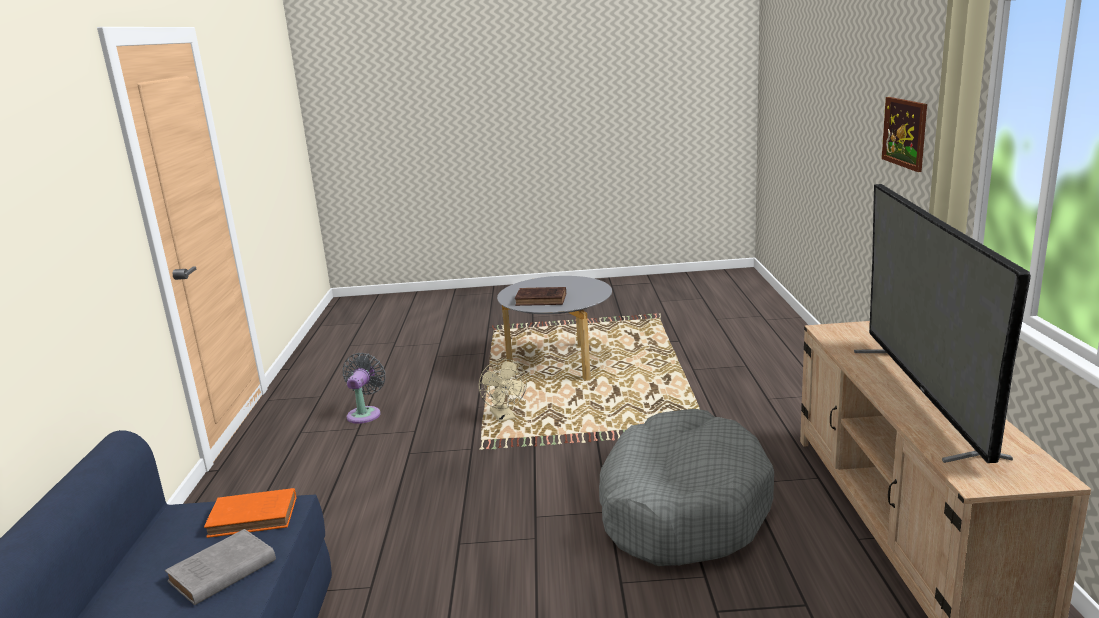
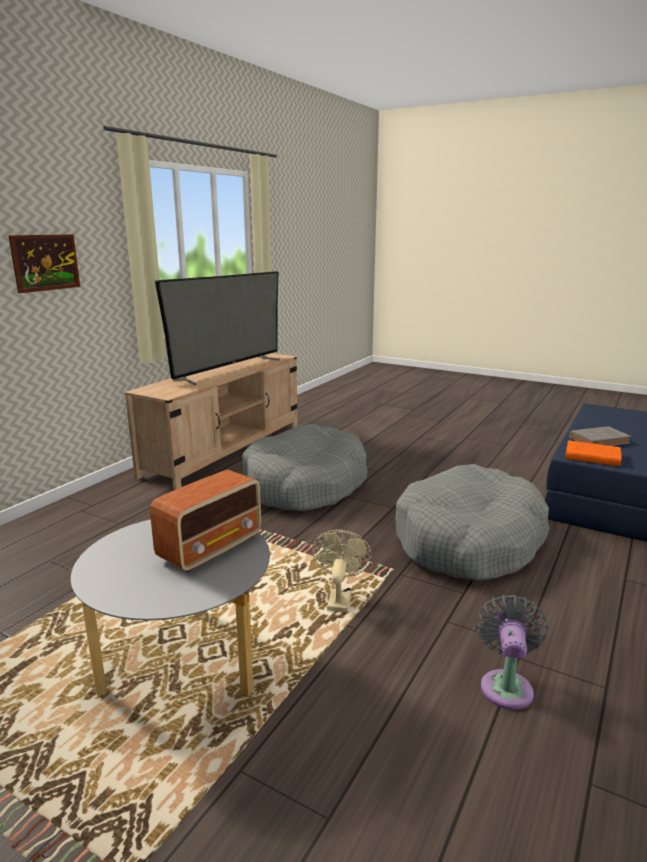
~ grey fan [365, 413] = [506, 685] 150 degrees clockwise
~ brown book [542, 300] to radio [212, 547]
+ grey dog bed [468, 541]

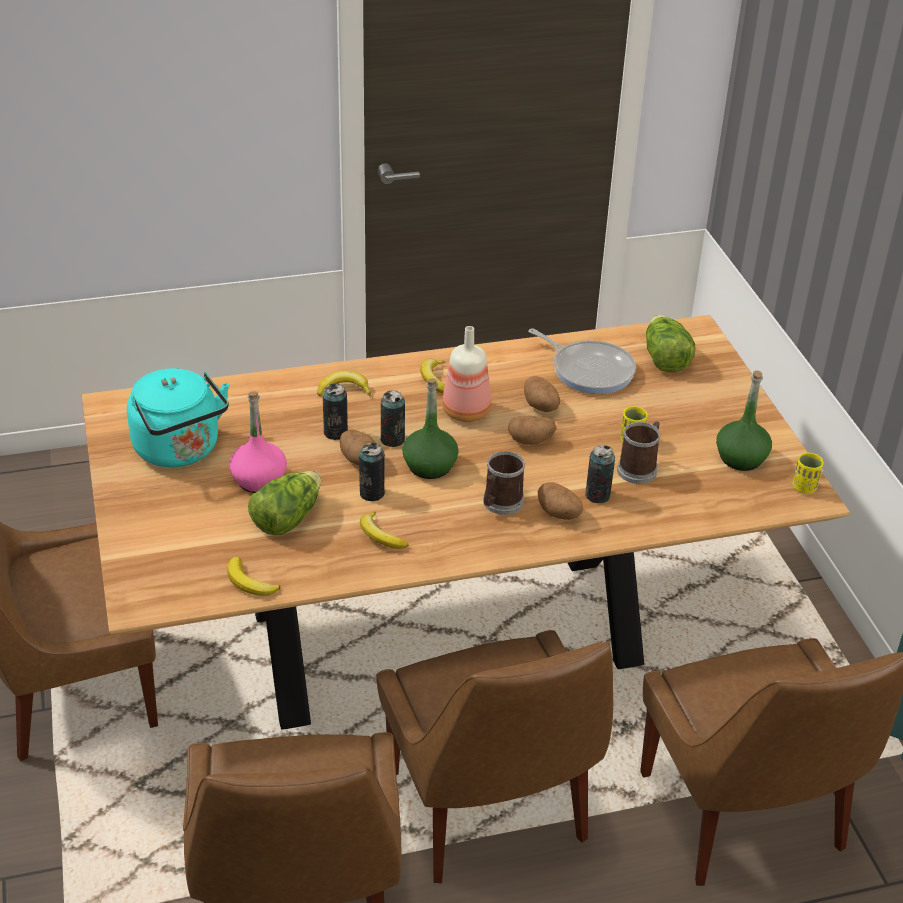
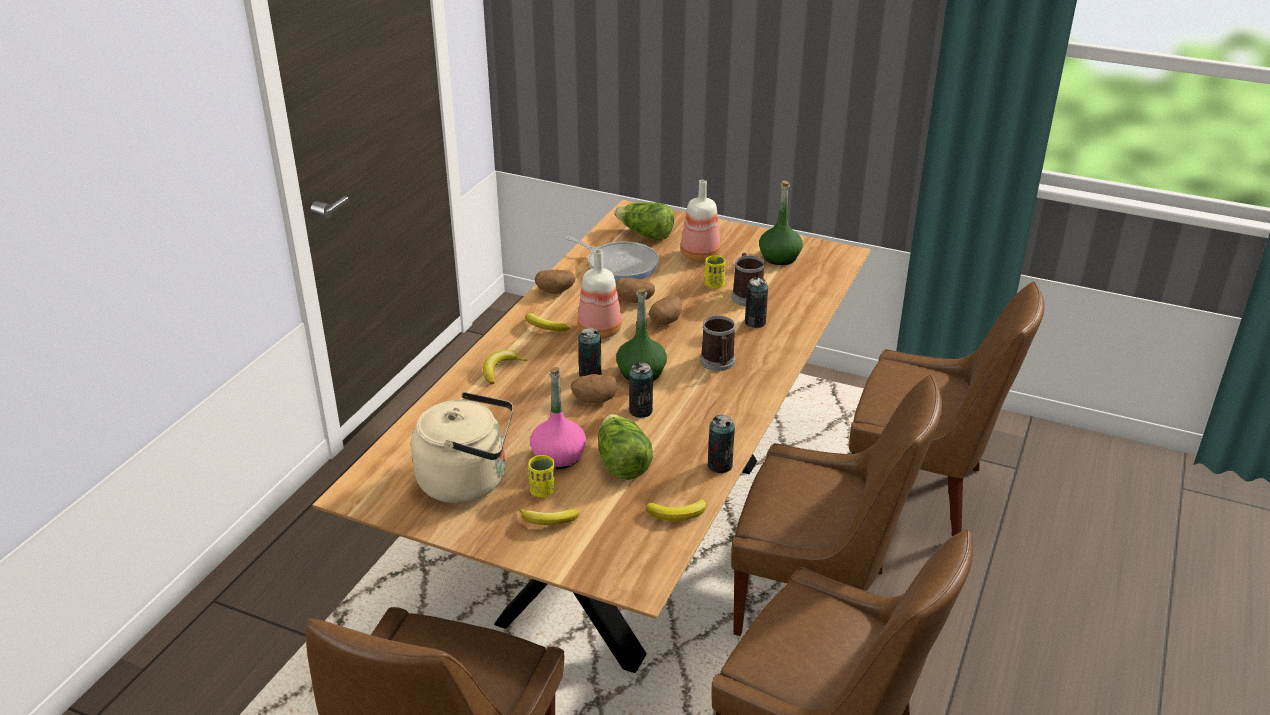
~ turquoise kettle [180, 450] to beige kettle [468, 481]
~ can [335, 432] to [720, 465]
~ banana [380, 536] to [548, 521]
~ frying pan [589, 370] = [619, 265] 45 degrees clockwise
~ potato [559, 514] to [555, 291]
~ yellow cup [804, 487] to [542, 491]
+ bottle [698, 255]

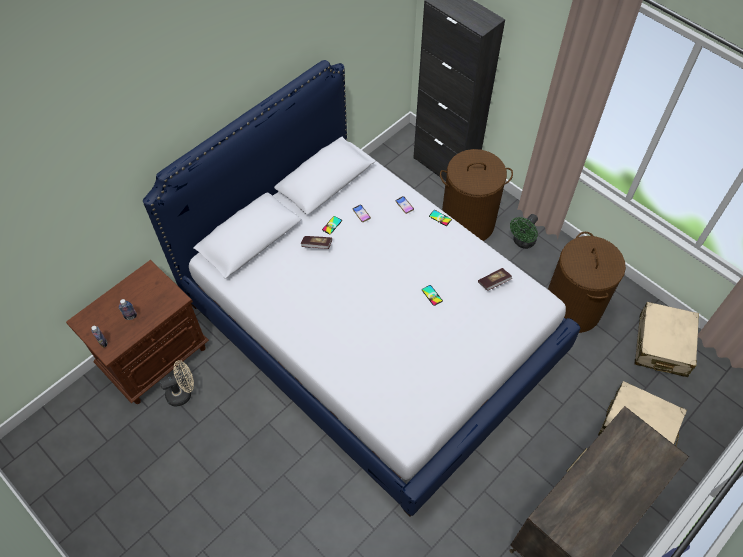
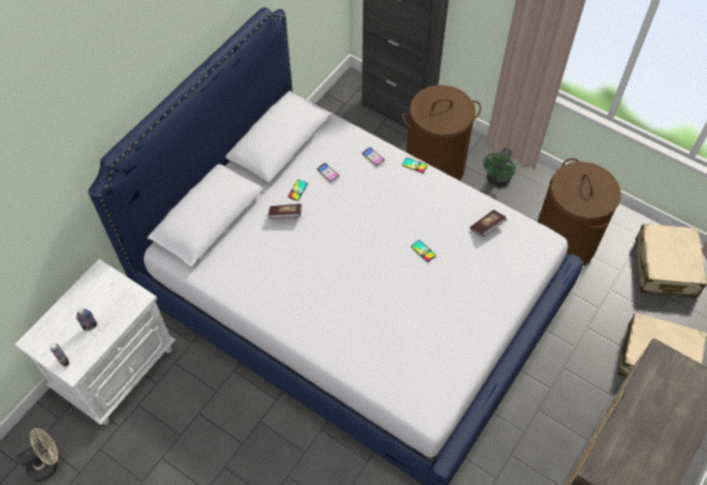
~ brown nightstand [156, 357] to white nightstand [117, 368]
~ beige fan [183, 393] to [47, 463]

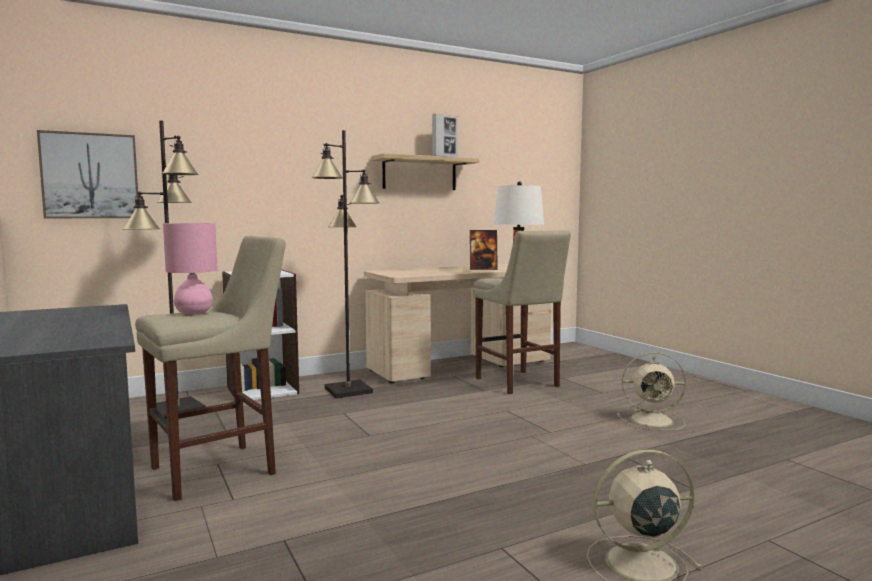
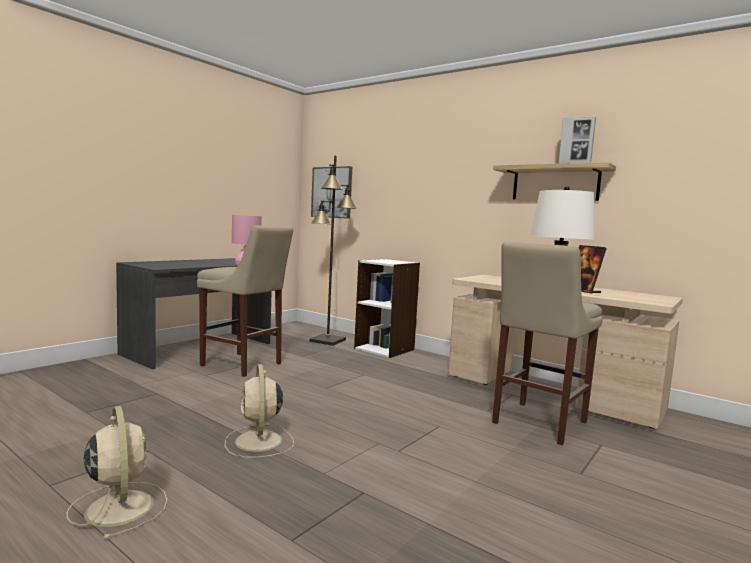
- black floor lamp [347, 390]
~ beige fan [653, 420] to [259, 442]

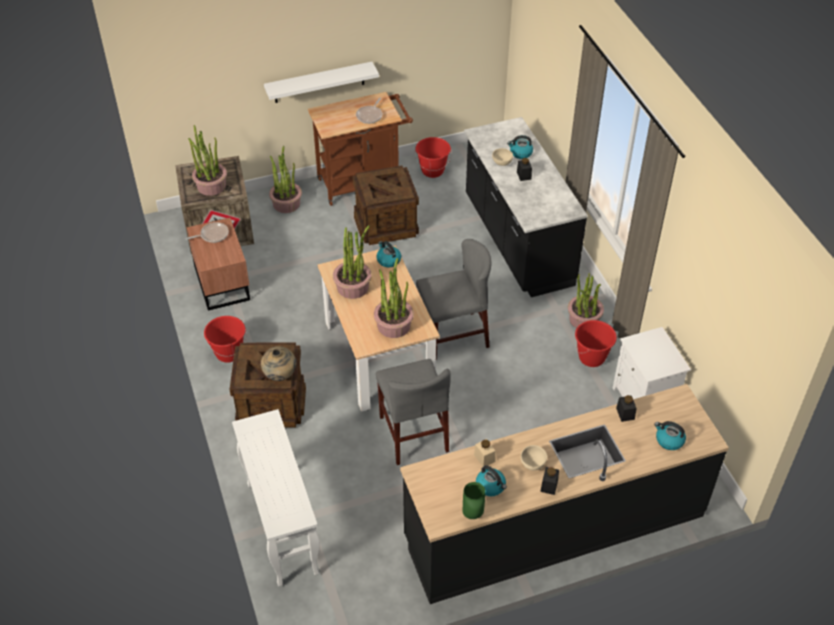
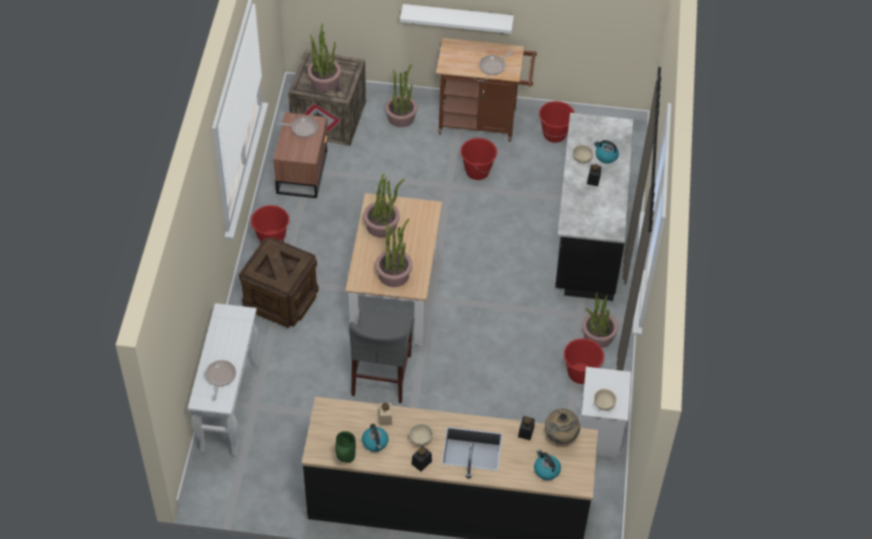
~ beige vase [280, 376] to [560, 437]
~ crate [385, 224] to red bucket [477, 171]
- kettle [388, 260]
- grey chair [453, 336]
+ frying pan [220, 377]
+ beige bowl [603, 405]

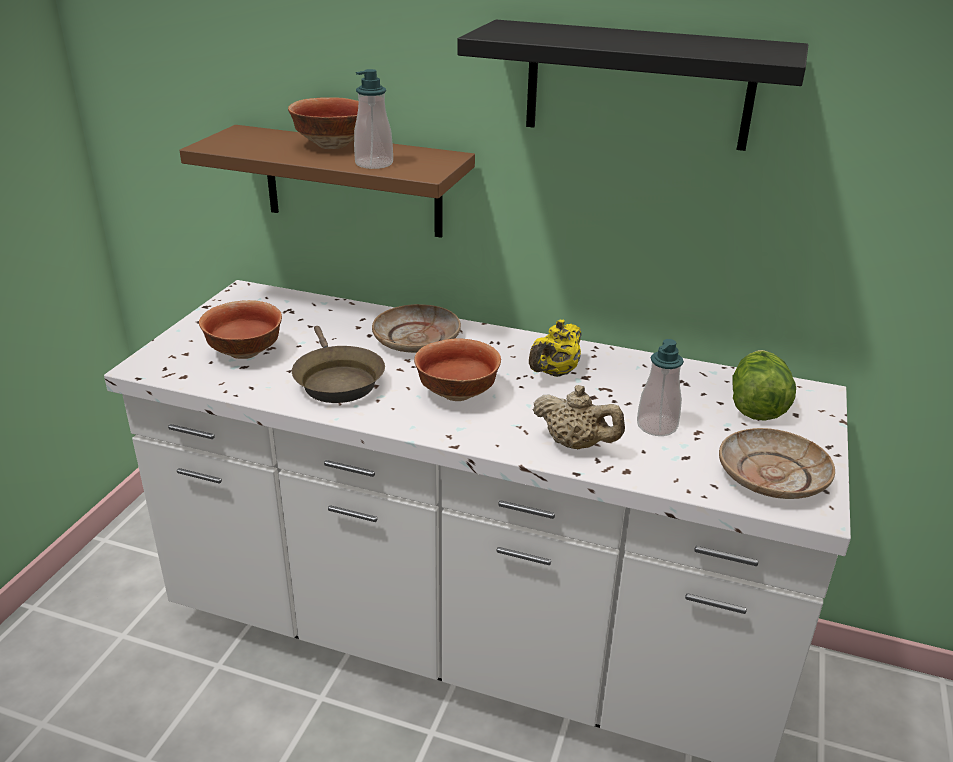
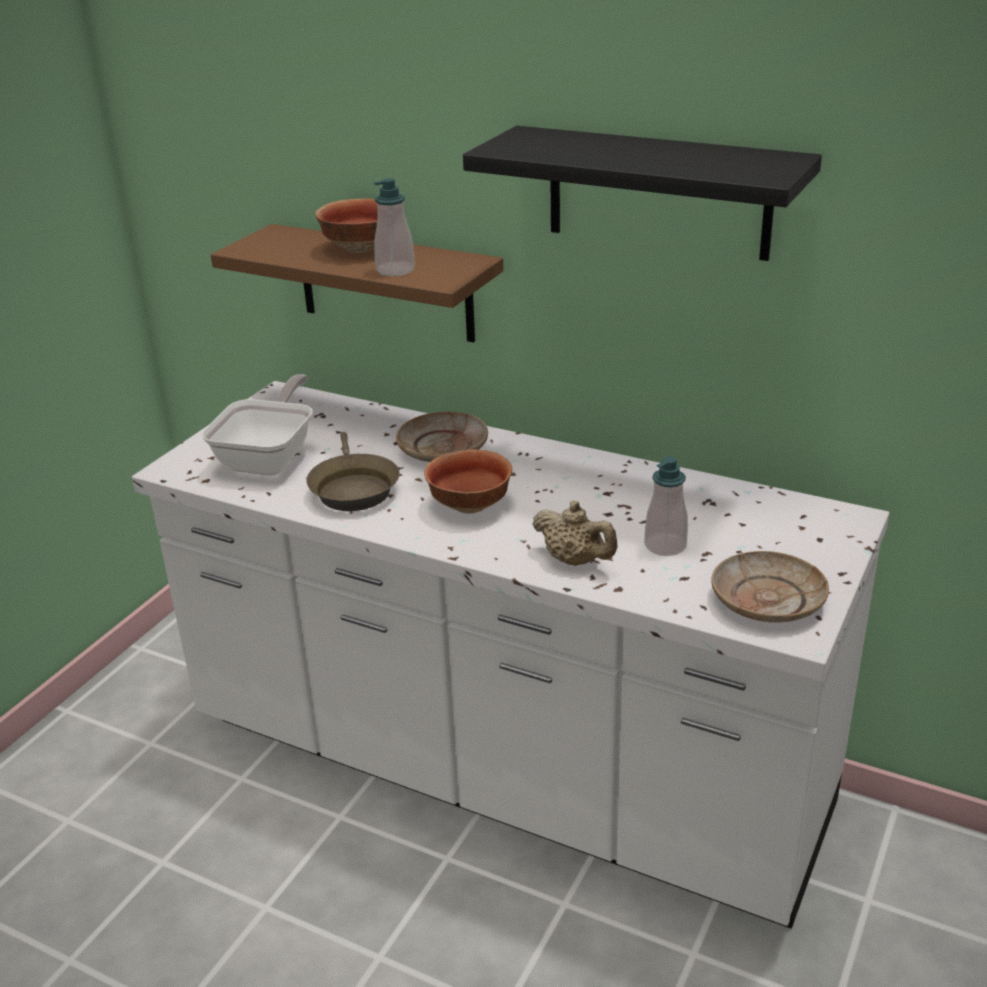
~ bowl [246, 352] to frying pan [270, 457]
- yellow teapot [554, 373]
- lettuce [756, 404]

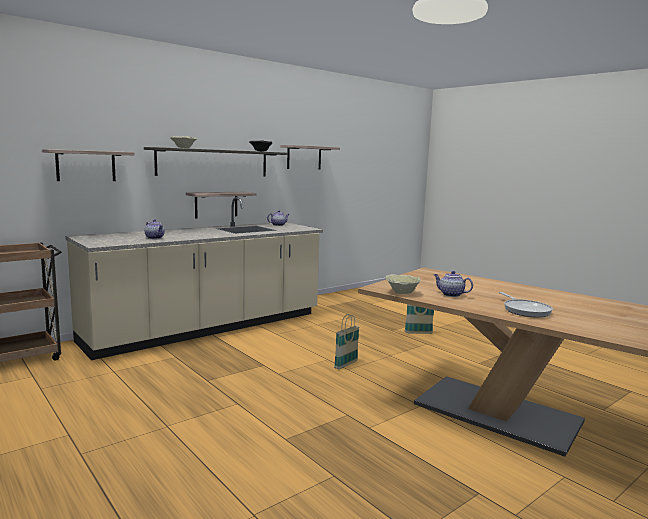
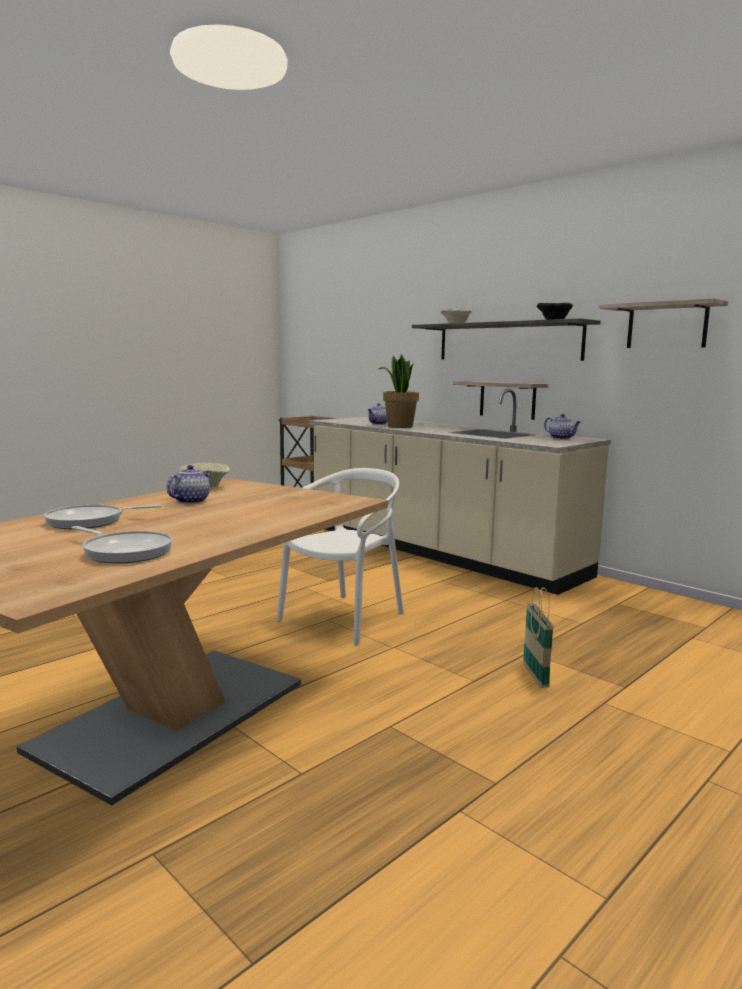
- shelf [86, 165]
~ basket [346, 364] to white chair [343, 618]
+ frying pan [125, 551]
+ potted plant [399, 426]

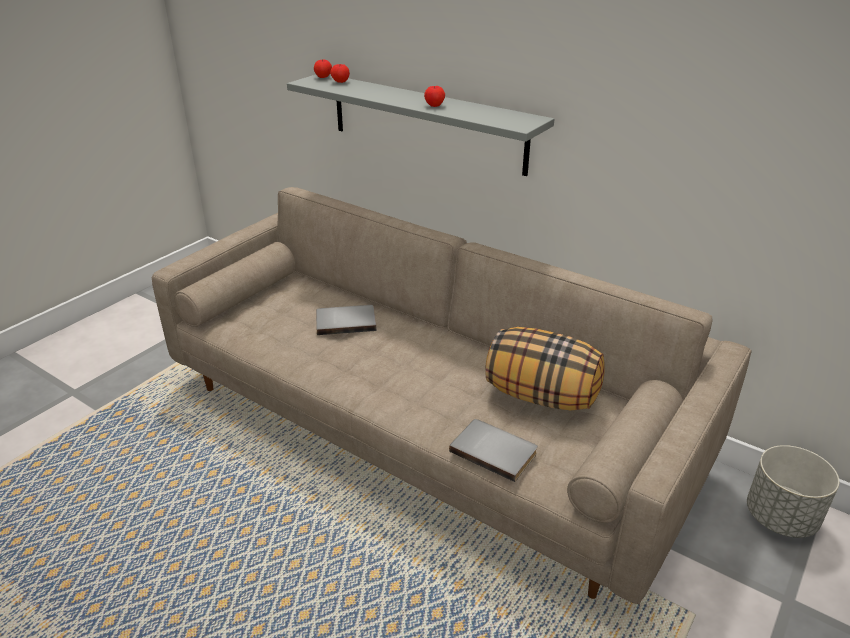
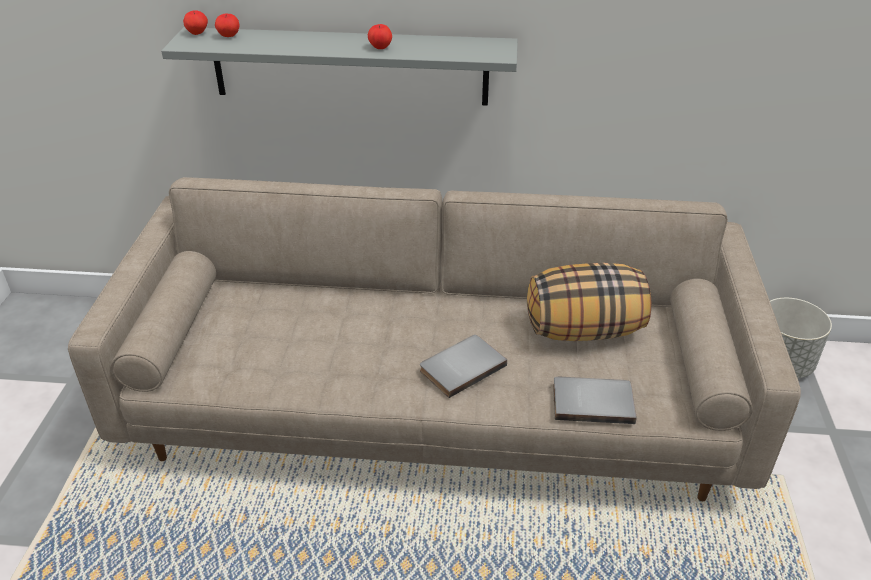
~ grey book [346, 321] to [461, 366]

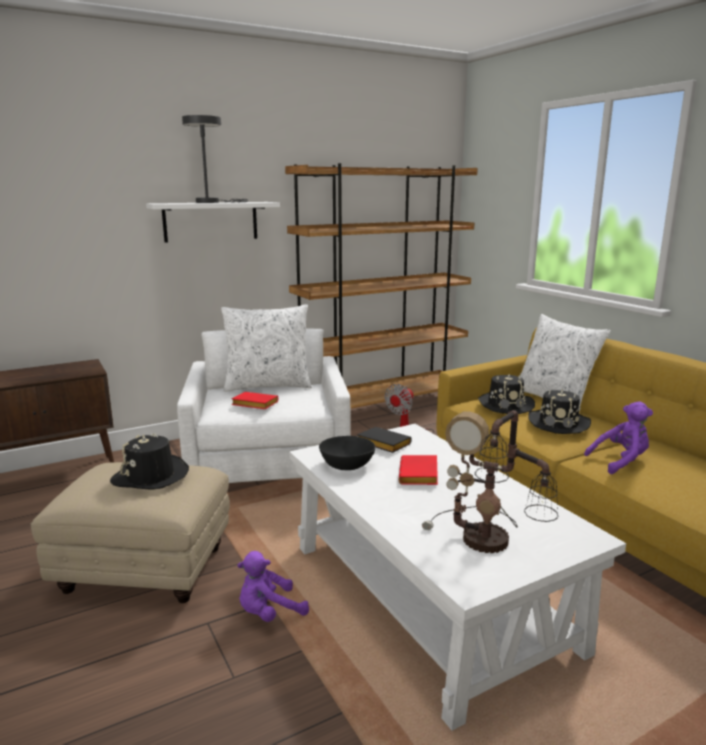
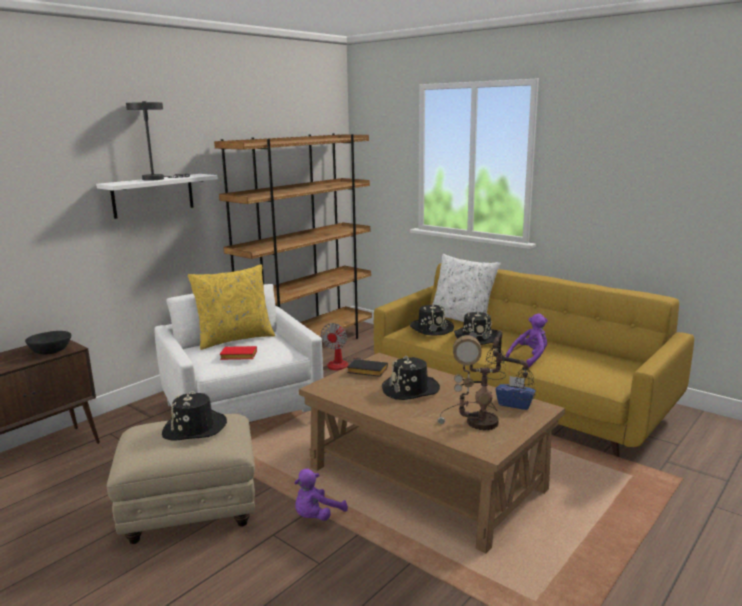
~ white pillow [268, 385] to yellow pillow [235, 339]
~ white coffee table [429, 597] to brown coffee table [426, 479]
~ black bowl [346, 465] to [50, 351]
~ red book [420, 475] to black hat [410, 389]
+ blue tissue box [514, 404]

